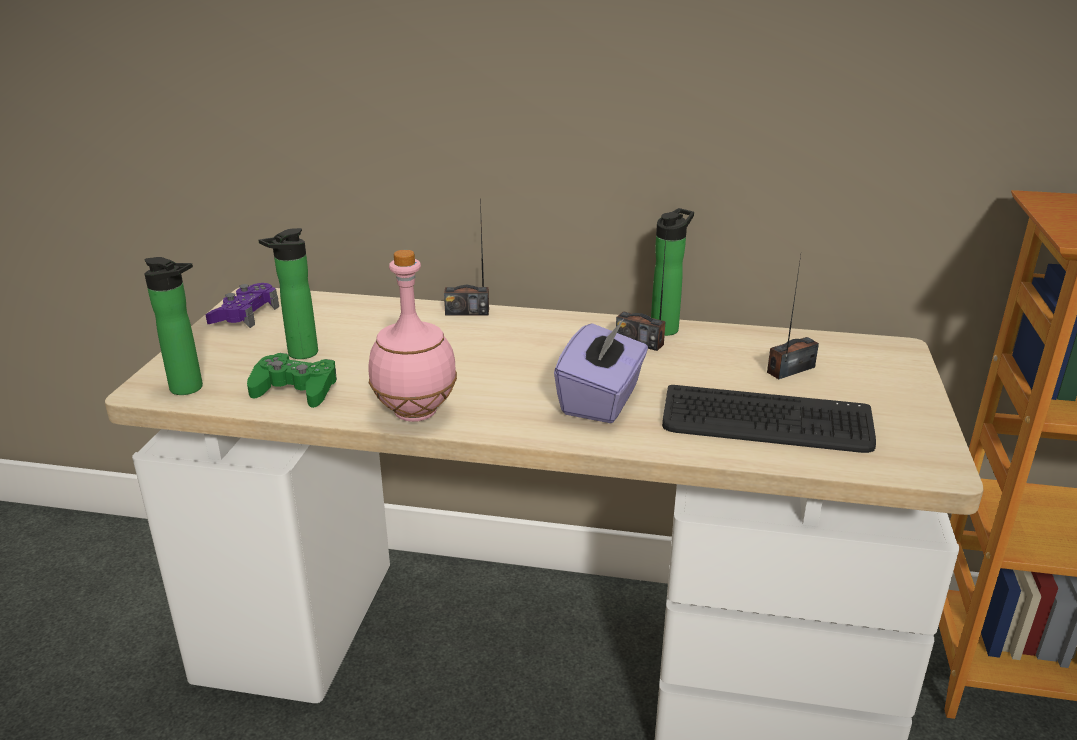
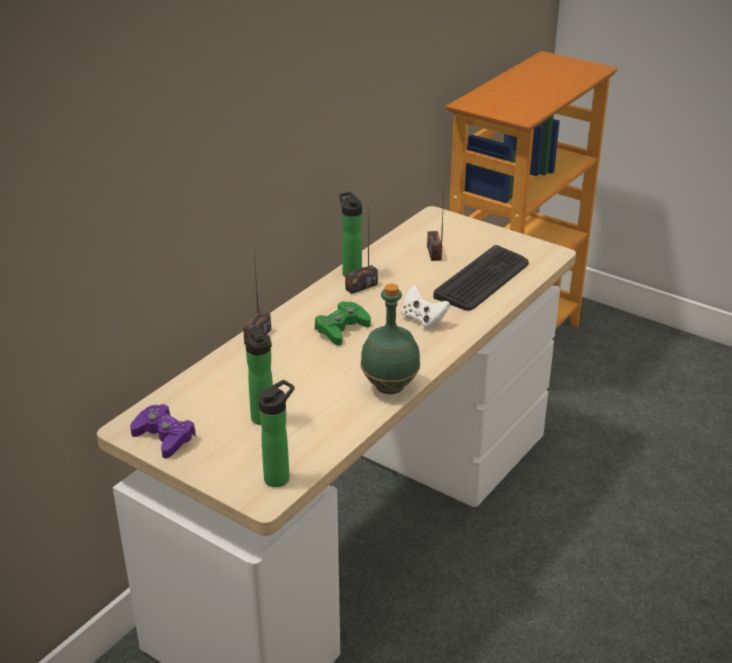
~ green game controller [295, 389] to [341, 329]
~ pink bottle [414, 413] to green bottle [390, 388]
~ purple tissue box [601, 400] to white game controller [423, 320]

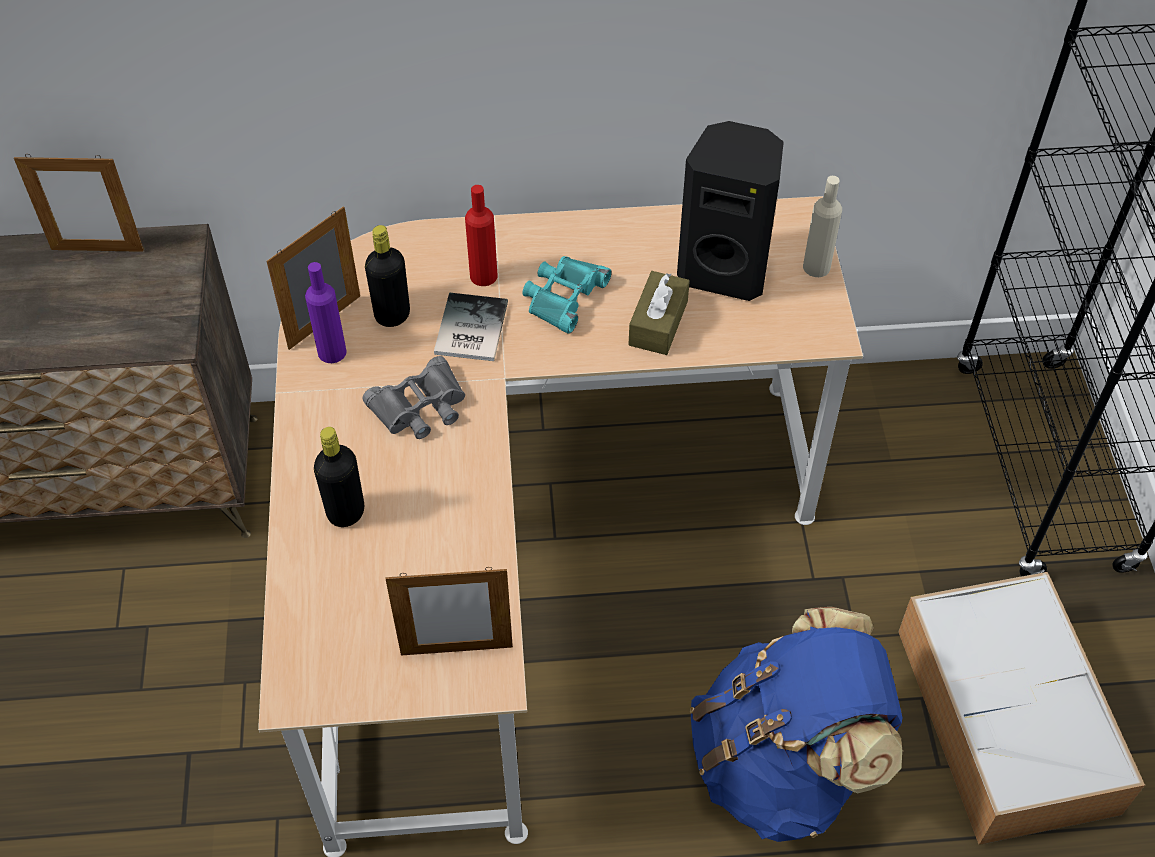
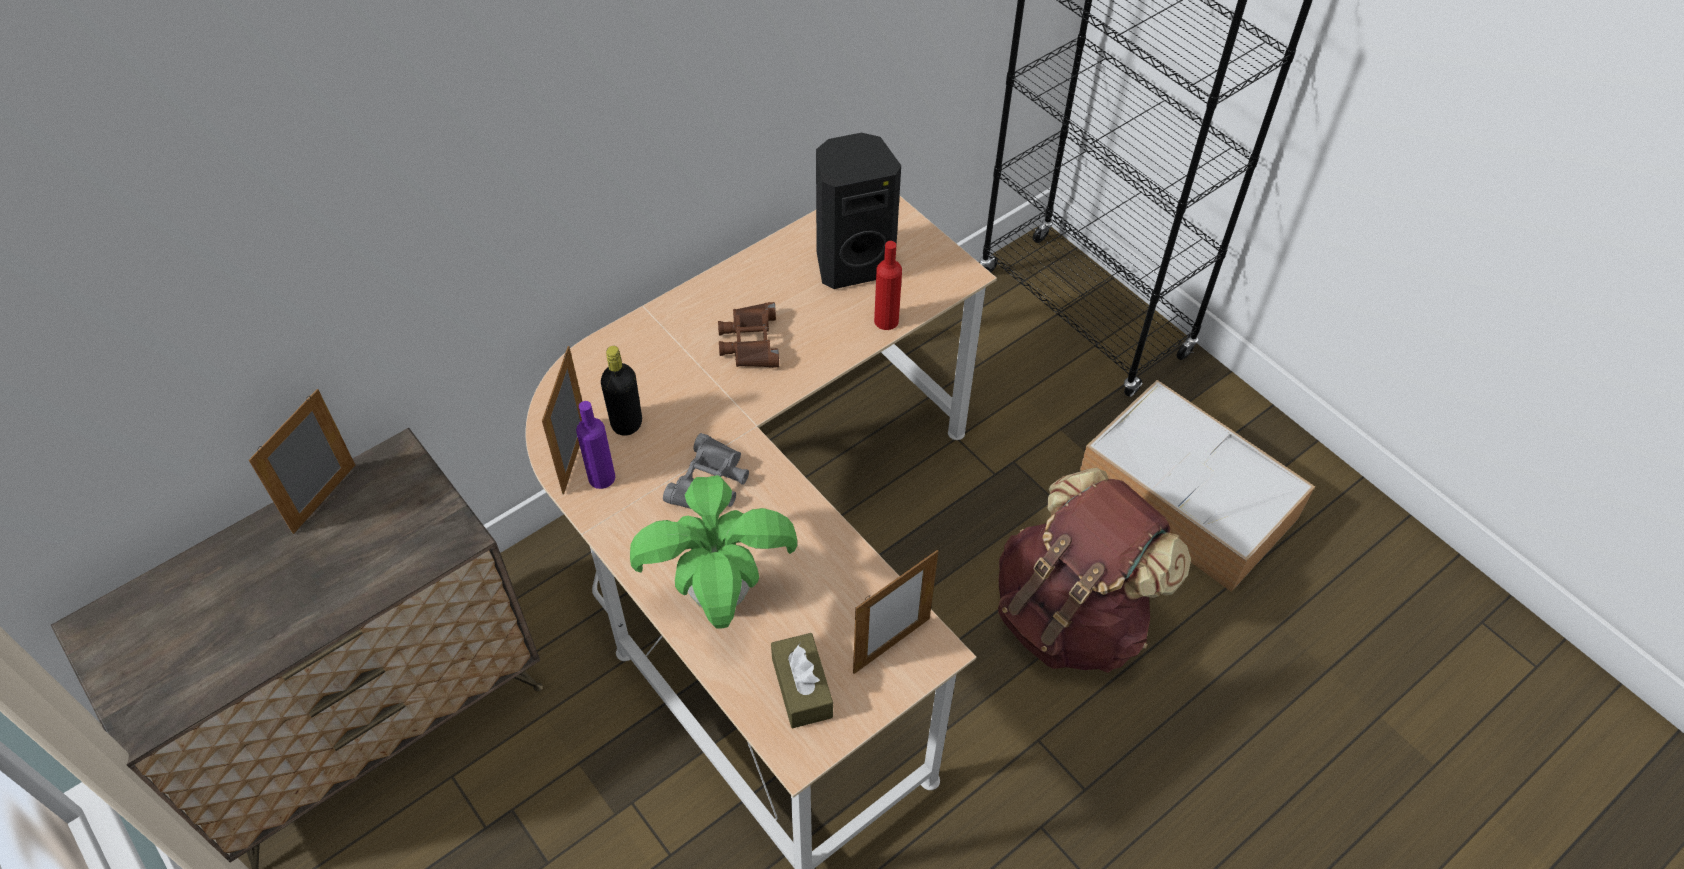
~ picture frame [97, 250] = [324, 498] 150 degrees clockwise
~ black bottle [346, 512] to potted plant [720, 593]
- book [468, 329]
~ red bottle [483, 276] to [886, 320]
~ turquoise binoculars [563, 296] to brown binoculars [749, 341]
~ brown tissue box [658, 323] to [802, 688]
~ blue backpack [782, 764] to brown backpack [1071, 615]
- beige bottle [816, 267]

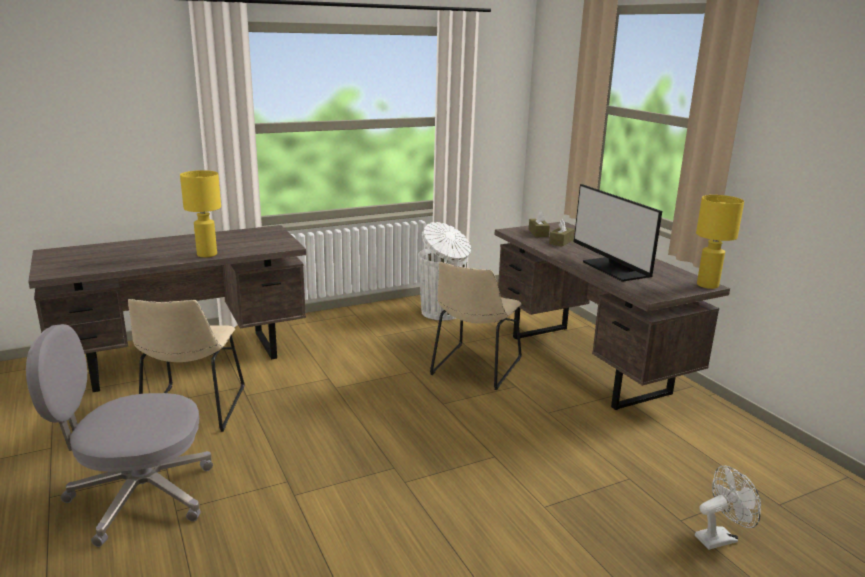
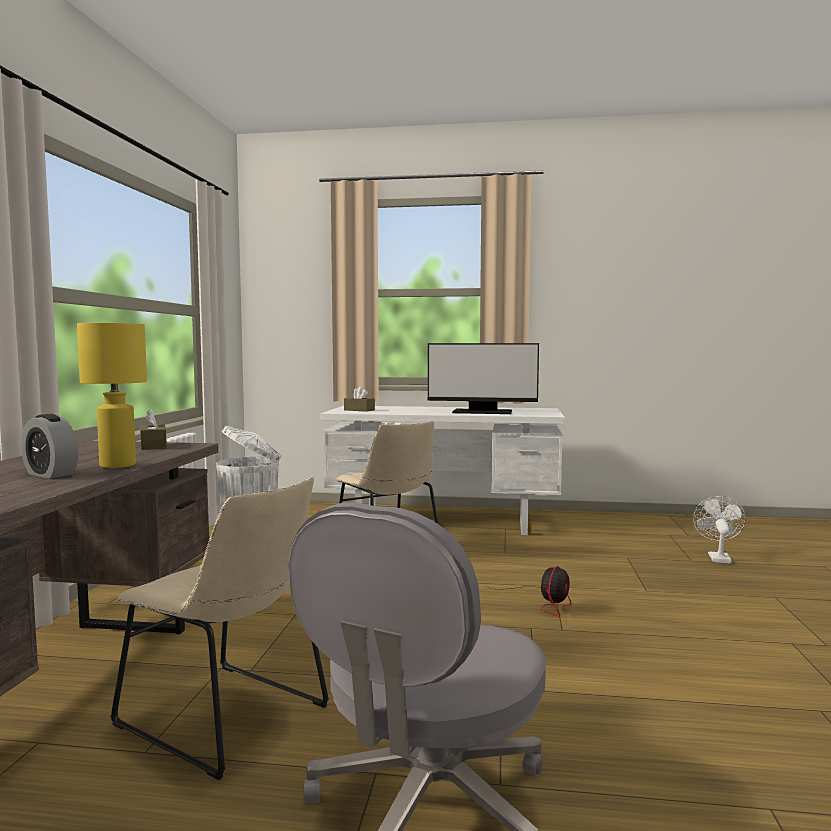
~ brown desk [588, 363] to white desk [444, 522]
~ brown tissue box [561, 242] to [153, 446]
- yellow table lamp [708, 285]
+ alarm clock [50, 474]
+ fan [545, 602]

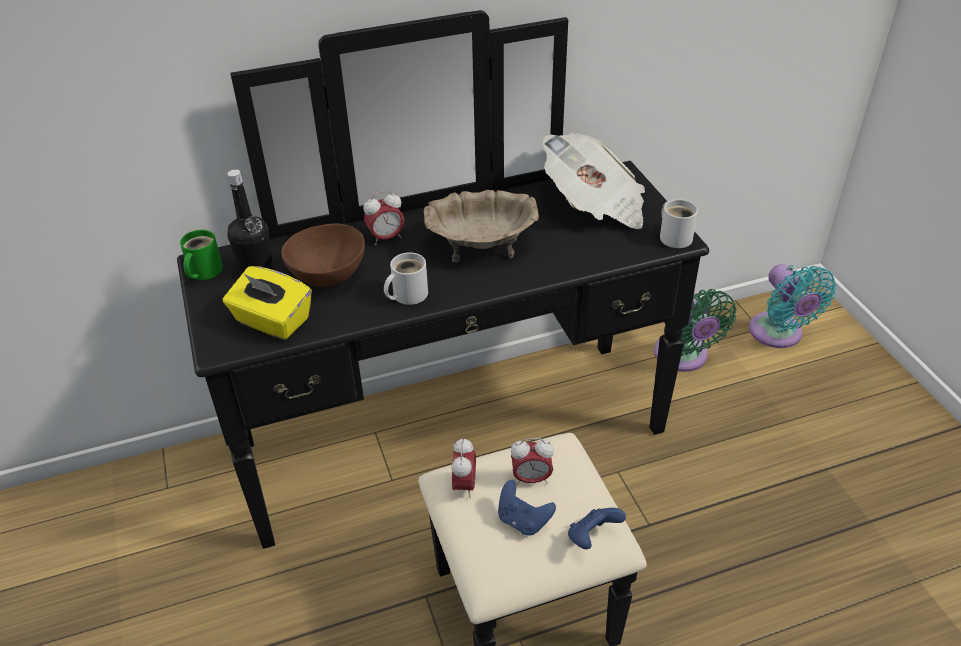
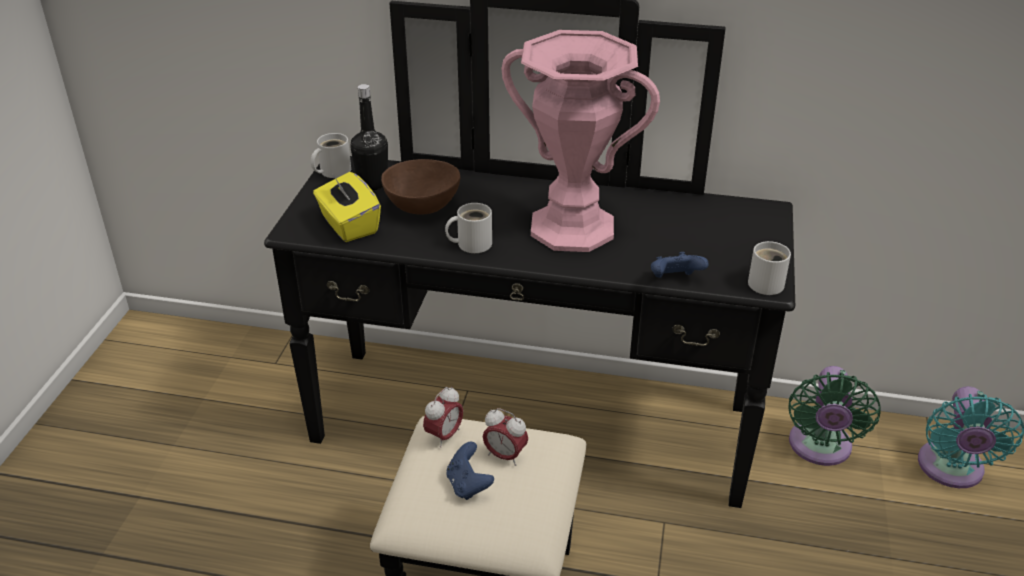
~ green mug [202, 271] to white mug [332, 171]
- alarm clock [386, 238]
~ beige bowl [482, 246] to pink vase [572, 228]
- newspaper [595, 206]
~ blue game controller [592, 537] to [674, 280]

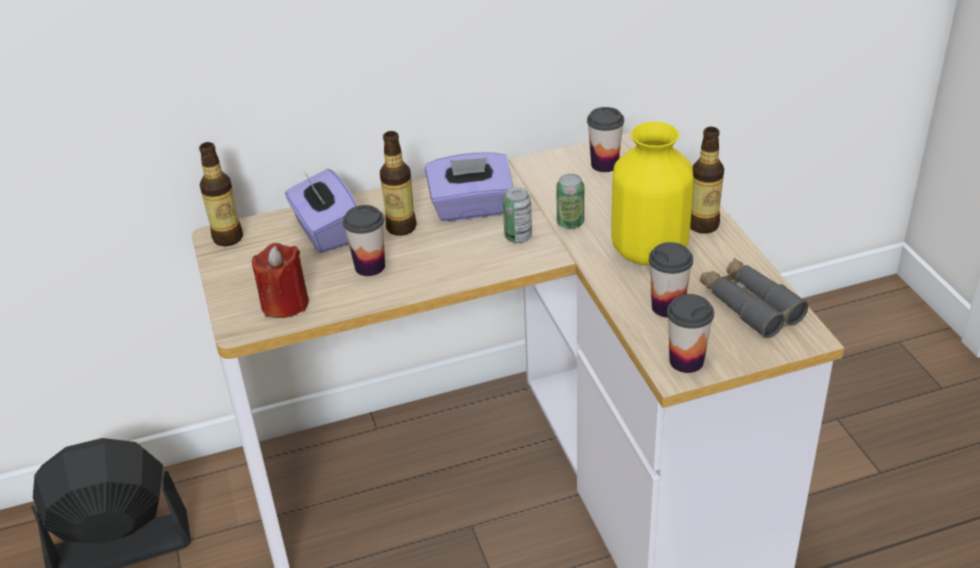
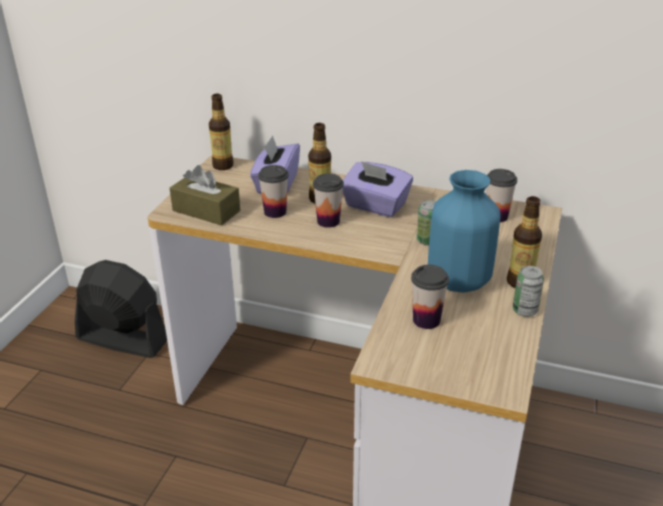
~ red candle [285, 304] to brown tissue box [206, 211]
~ can [518, 236] to [524, 310]
~ yellow vase [648, 251] to blue vase [457, 280]
~ cup [686, 361] to [328, 221]
- grey binoculars [749, 305]

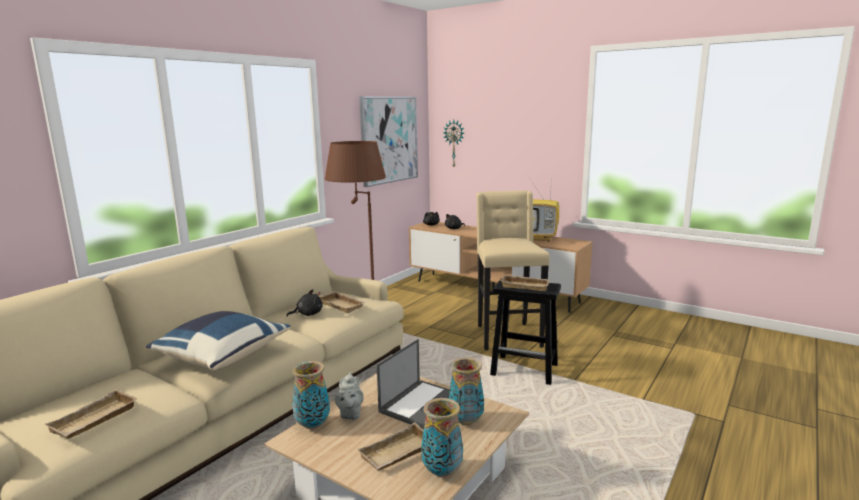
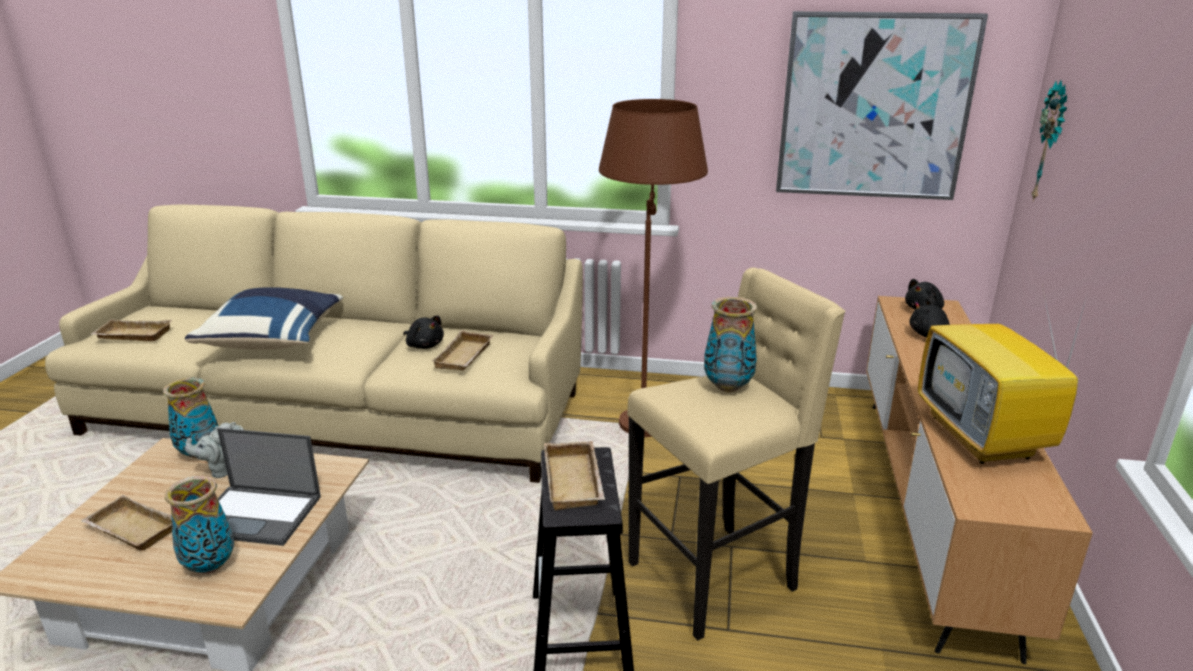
~ vase [443, 471] to [728, 387]

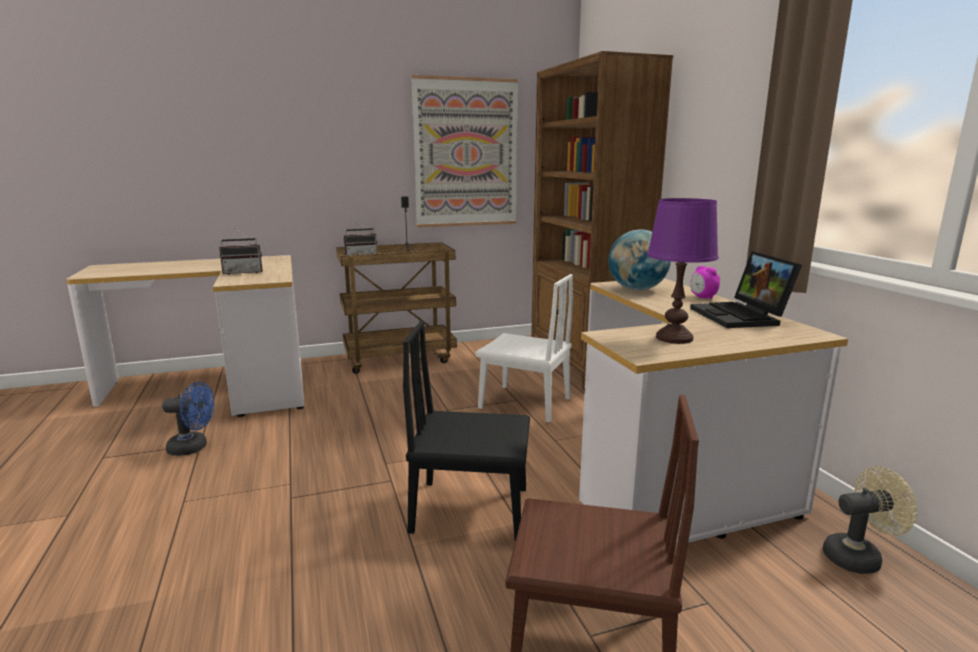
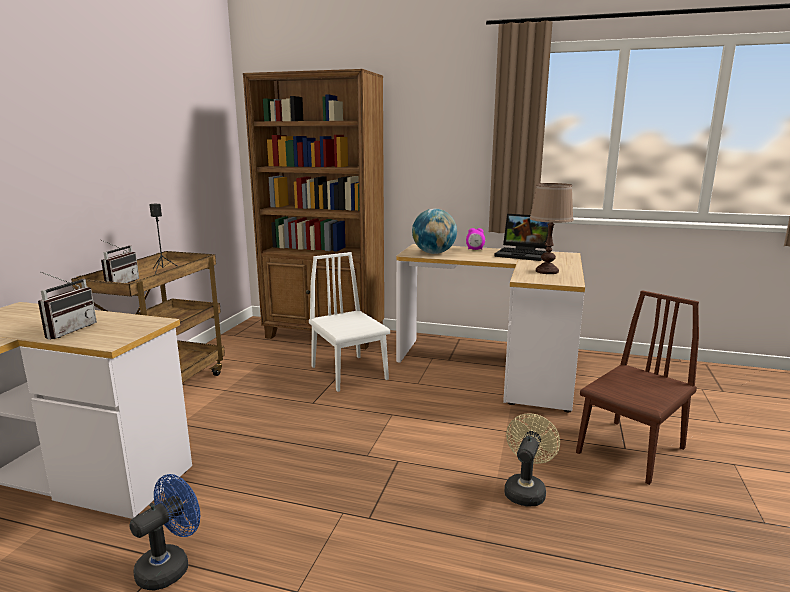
- black chair [470, 509]
- picture [466, 153]
~ white chair [524, 403] = [349, 373] 90 degrees counterclockwise
~ purple table lamp [674, 338] to brown table lamp [547, 271]
~ beige fan [858, 557] to [526, 490]

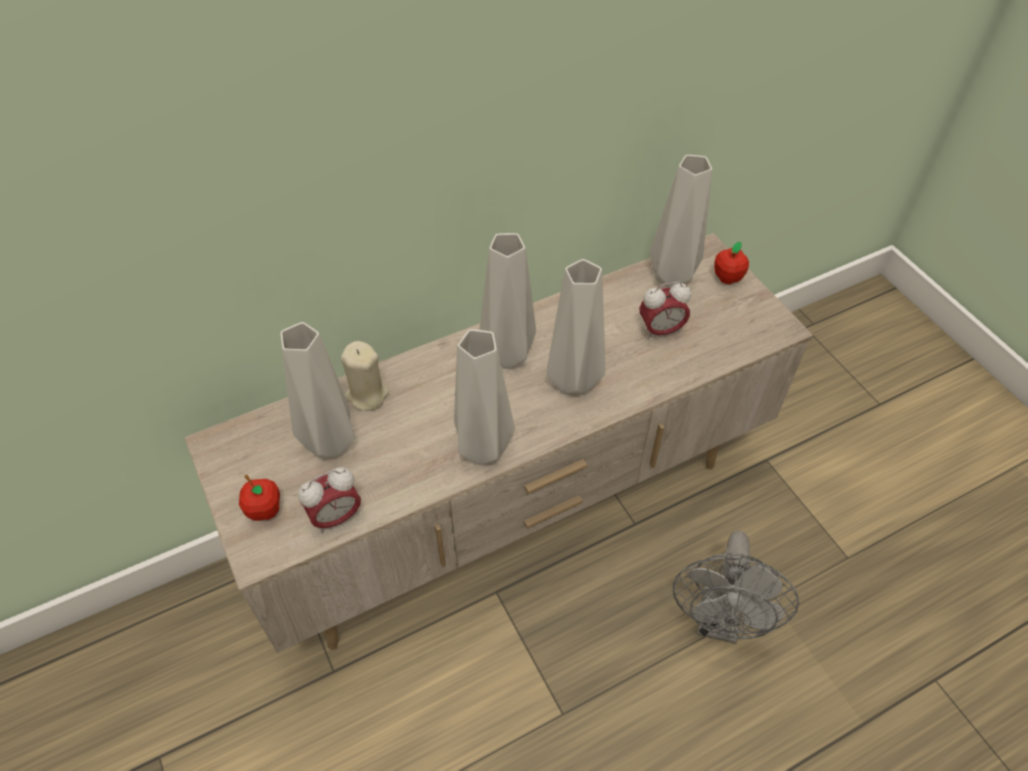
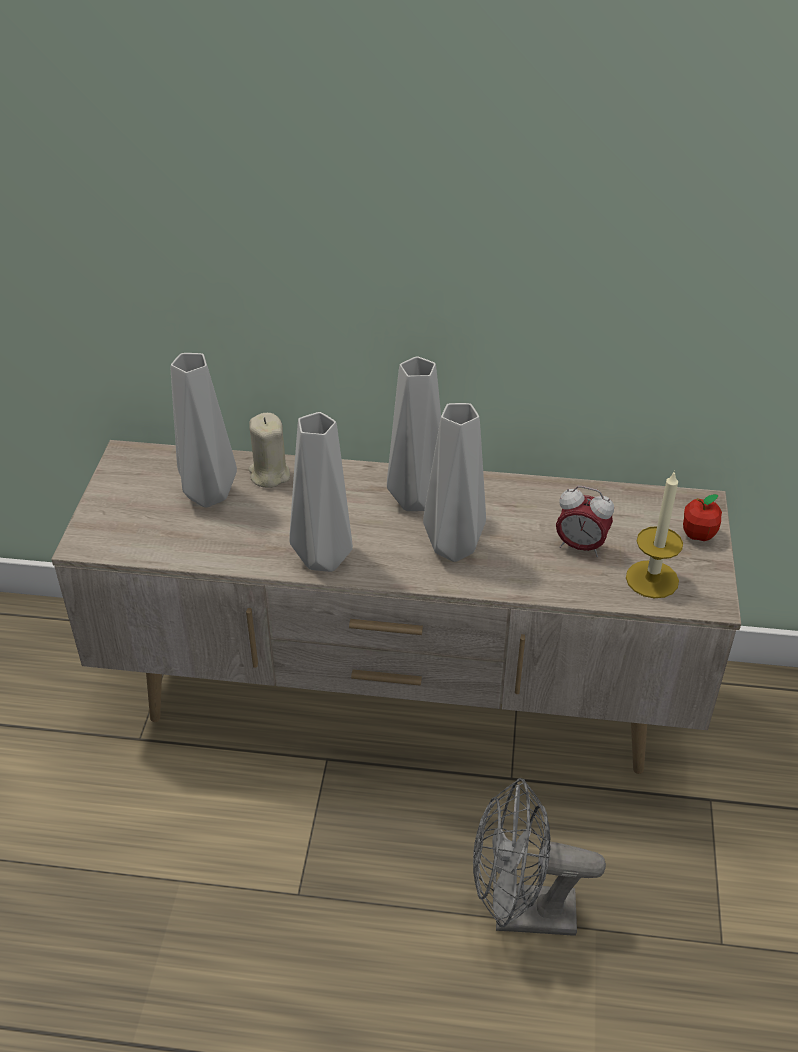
- apple [265, 510]
- alarm clock [336, 517]
- grey vase [670, 277]
~ grey fan [719, 621] = [520, 913] 45 degrees clockwise
+ candle [652, 579]

